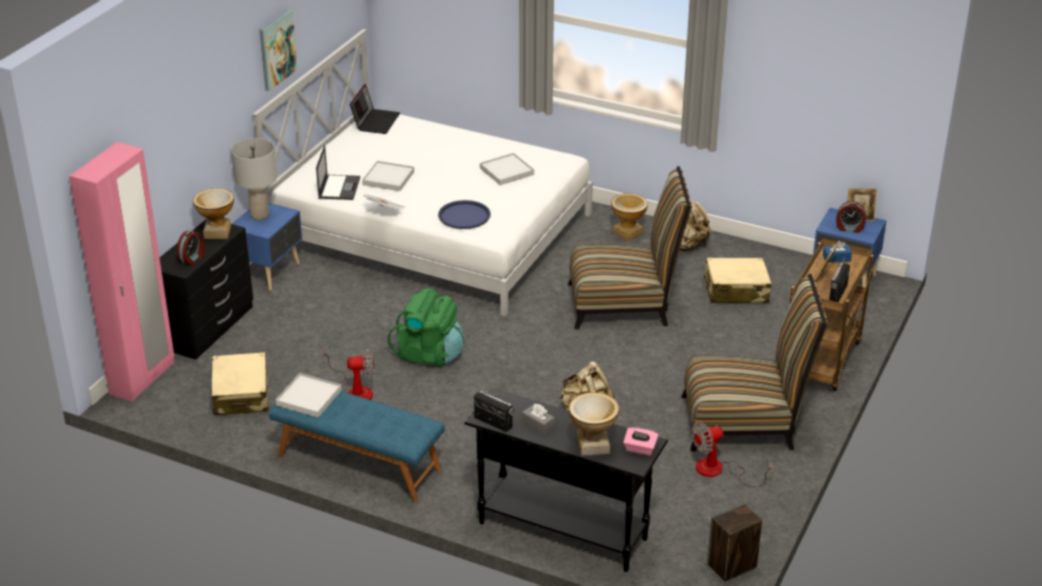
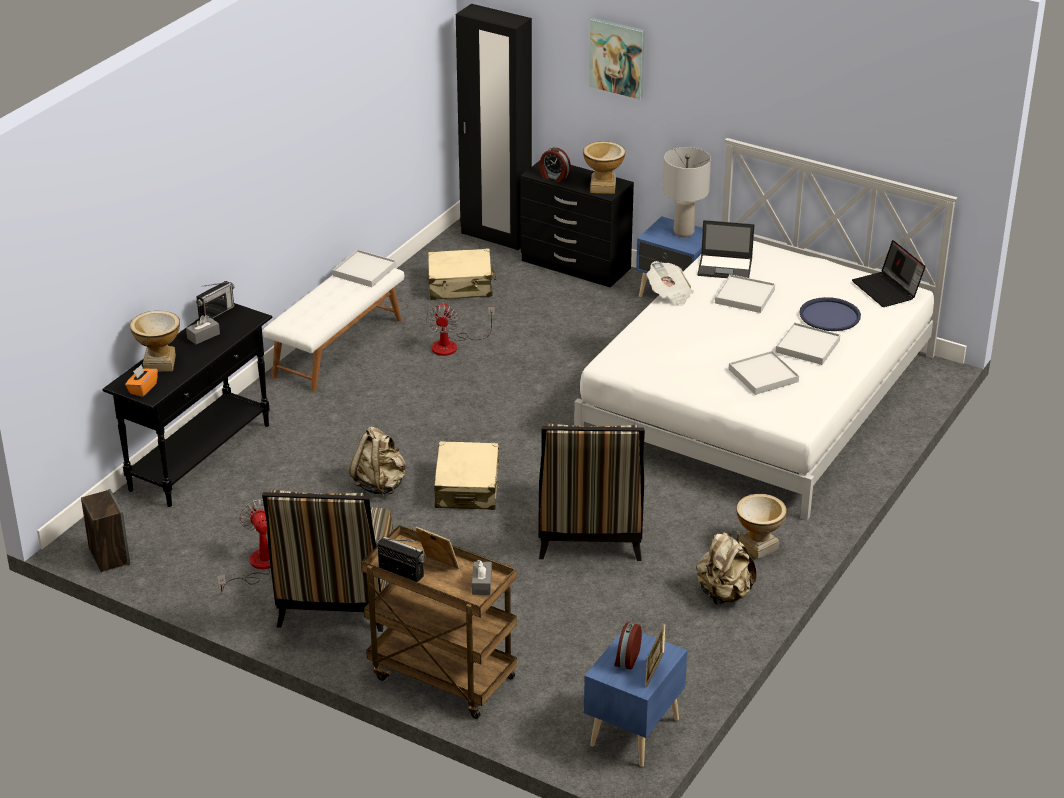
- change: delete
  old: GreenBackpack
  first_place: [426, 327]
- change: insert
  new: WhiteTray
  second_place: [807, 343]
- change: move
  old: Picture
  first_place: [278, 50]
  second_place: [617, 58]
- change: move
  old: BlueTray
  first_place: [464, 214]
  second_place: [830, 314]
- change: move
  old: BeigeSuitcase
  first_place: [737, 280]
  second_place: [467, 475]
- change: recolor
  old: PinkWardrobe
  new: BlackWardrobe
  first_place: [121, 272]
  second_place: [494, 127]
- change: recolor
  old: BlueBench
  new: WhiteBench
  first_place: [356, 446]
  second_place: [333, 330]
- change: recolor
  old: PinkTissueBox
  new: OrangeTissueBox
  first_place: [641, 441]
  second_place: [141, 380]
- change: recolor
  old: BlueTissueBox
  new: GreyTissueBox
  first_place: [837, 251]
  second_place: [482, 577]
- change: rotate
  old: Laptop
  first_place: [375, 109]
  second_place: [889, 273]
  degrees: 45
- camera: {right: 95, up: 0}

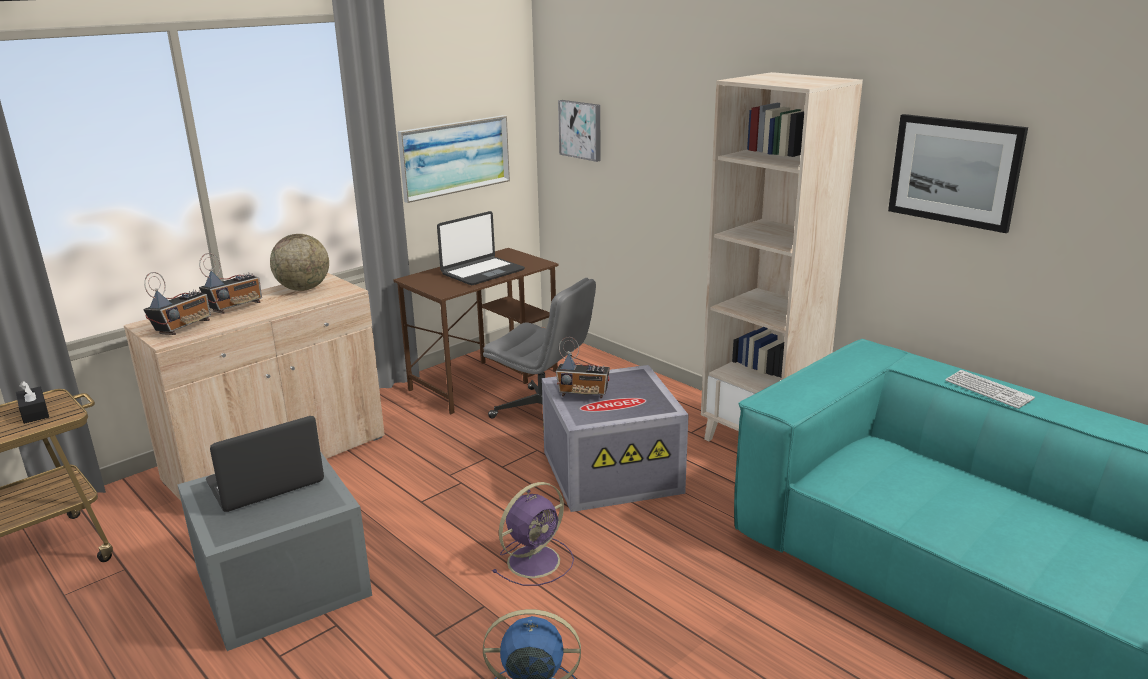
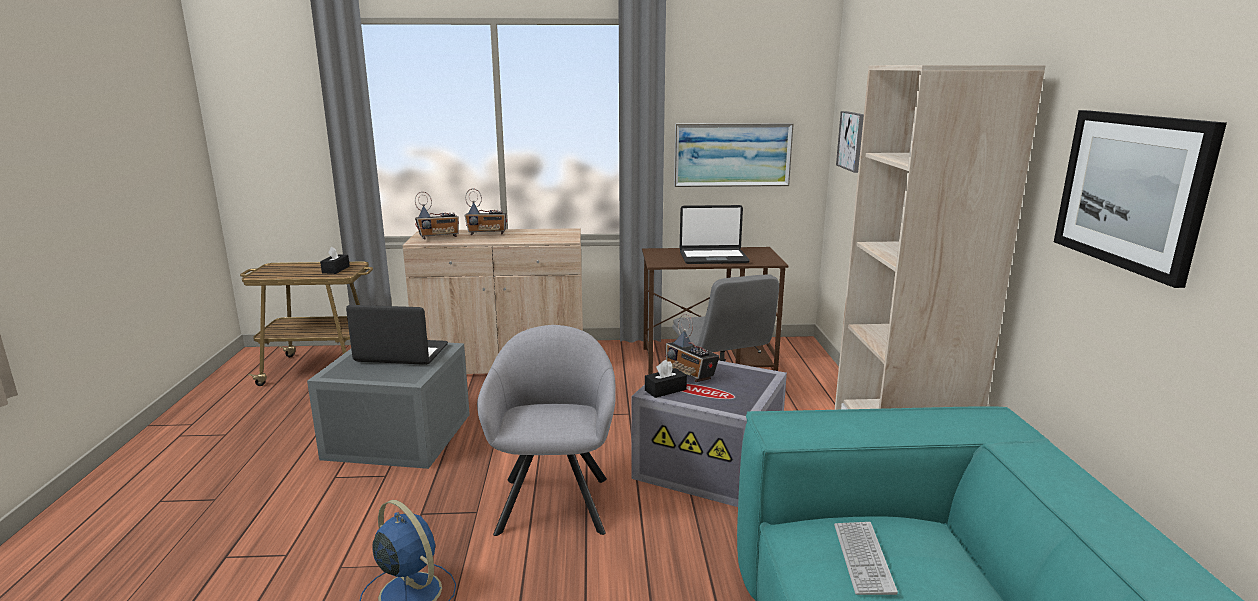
- change: delete
  old: Globe
  first_place: [299, 262]
- change: insert
  new: BlackTissueBox
  second_place: [666, 379]
- change: move
  old: Keyboard
  first_place: [990, 389]
  second_place: [866, 558]
- change: replace
  old: PurpleFan
  new: GreyArmchair
  first_place: [533, 534]
  second_place: [546, 430]
- camera: {right: 40, up: -5}

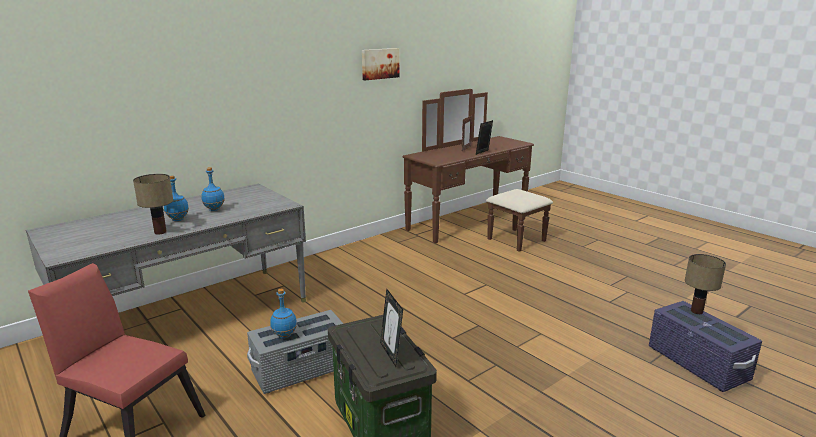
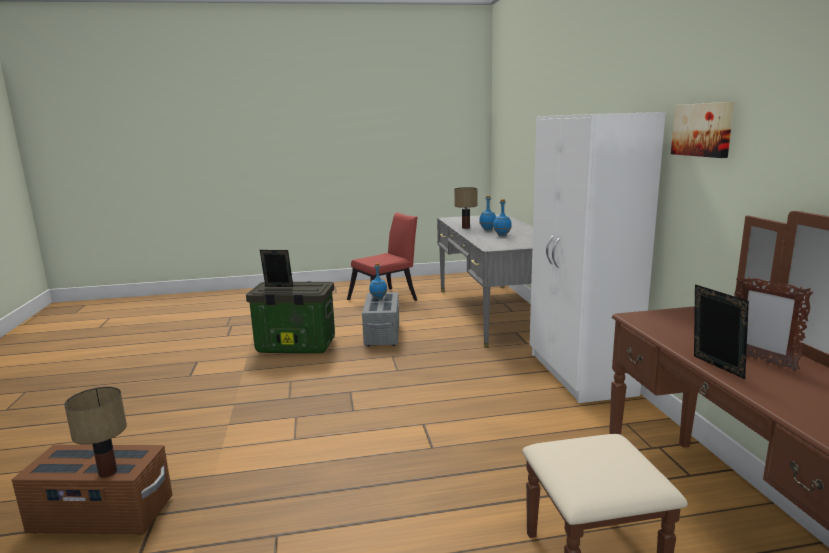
- change: insert
  new: WhiteWardrobe
  second_place: [598, 257]
- change: recolor
  old: PurpleStorageBox
  new: BrownStorageBox
  first_place: [705, 346]
  second_place: [92, 490]
- camera: {right: 120, up: -5}

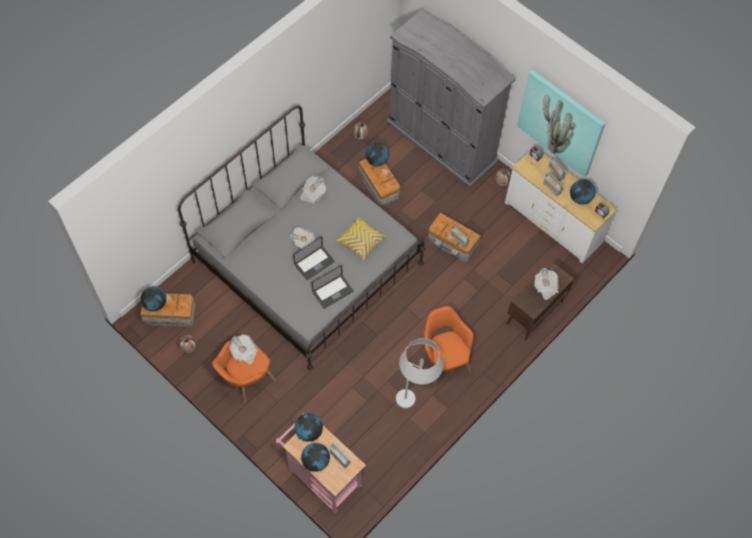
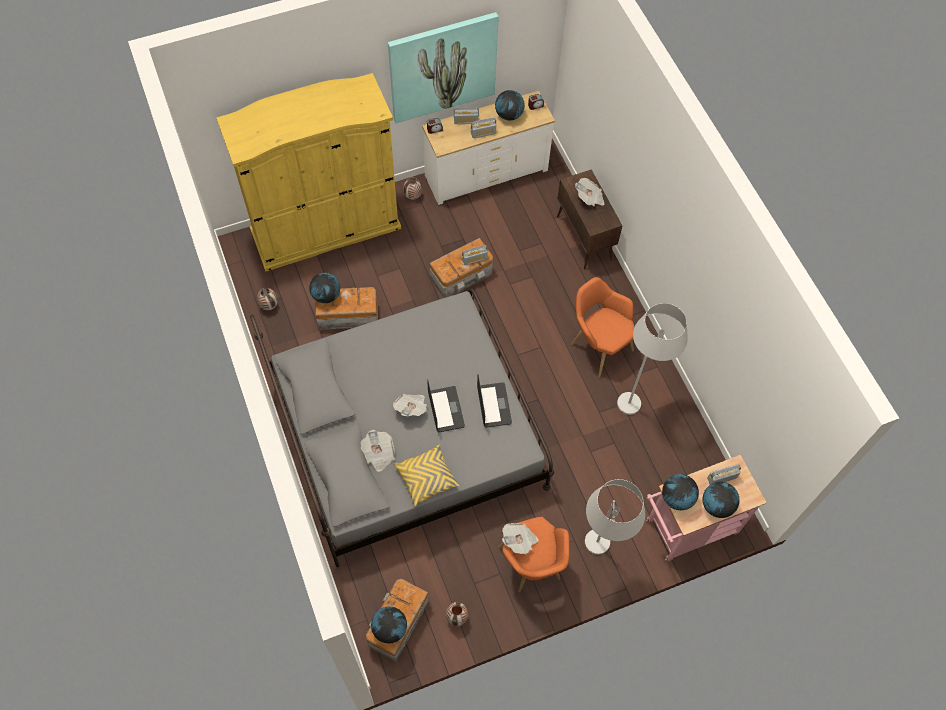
- change: insert
  new: WhiteFloorLamp
  second_place: [615, 517]
- change: move
  old: Newspaper
  first_place: [313, 190]
  second_place: [378, 451]
- change: move
  old: YellowPillow
  first_place: [362, 238]
  second_place: [427, 475]
- change: recolor
  old: GreyWardrobe
  new: YellowWardrobe
  first_place: [451, 98]
  second_place: [308, 172]
- change: rotate
  old: OrangeArmchair
  first_place: [448, 345]
  second_place: [602, 327]
  degrees: 45
- camera: {right: -65, up: 0}

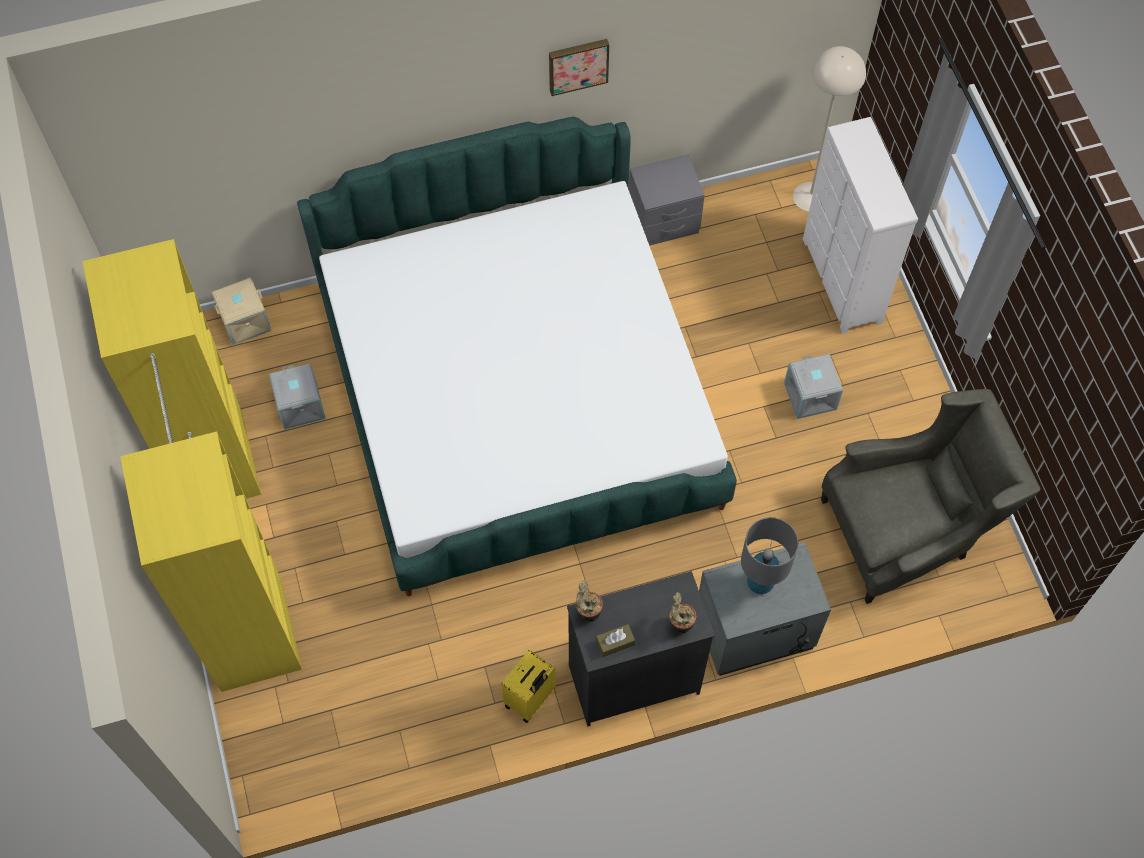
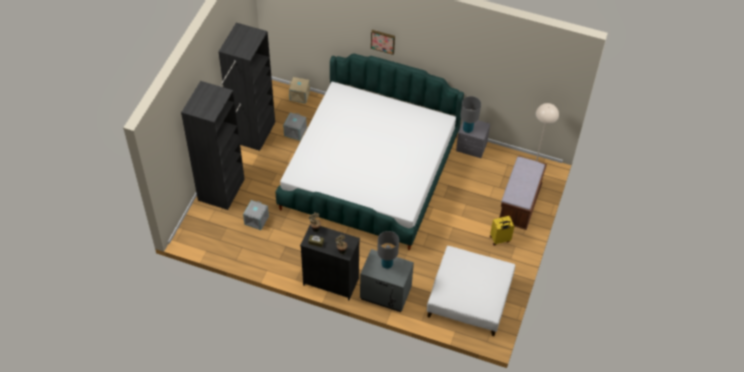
- change: insert
  new: GreyTableLamp
  second_place: [470, 114]
- change: move
  old: YellowSuitcase
  first_place: [528, 686]
  second_place: [502, 231]
- change: move
  old: Picture
  first_place: [579, 67]
  second_place: [383, 42]
- change: move
  old: GreyStorageBox
  first_place: [813, 386]
  second_place: [256, 215]
- change: replace
  old: WhiteDresser
  new: BrownBench
  first_place: [860, 225]
  second_place: [523, 193]
- change: replace
  old: GreyArmchair
  new: WhiteOttoman
  first_place: [931, 496]
  second_place: [471, 291]
- change: recolor
  old: YellowWardrobe
  new: BlackWardrobe
  first_place: [192, 465]
  second_place: [228, 116]
- camera: {right: 35, up: -10}

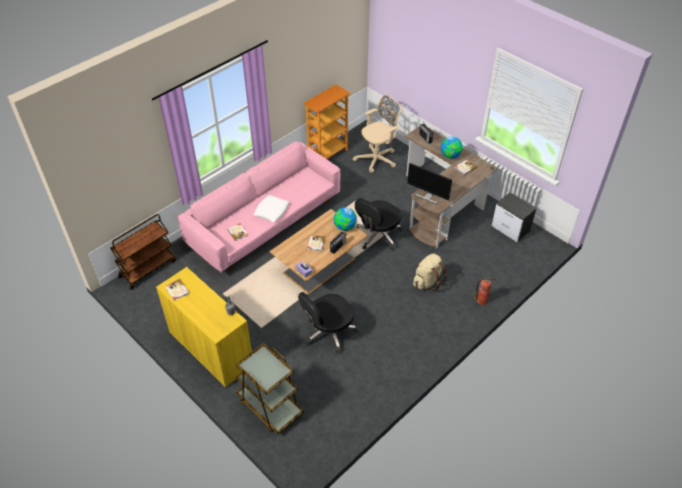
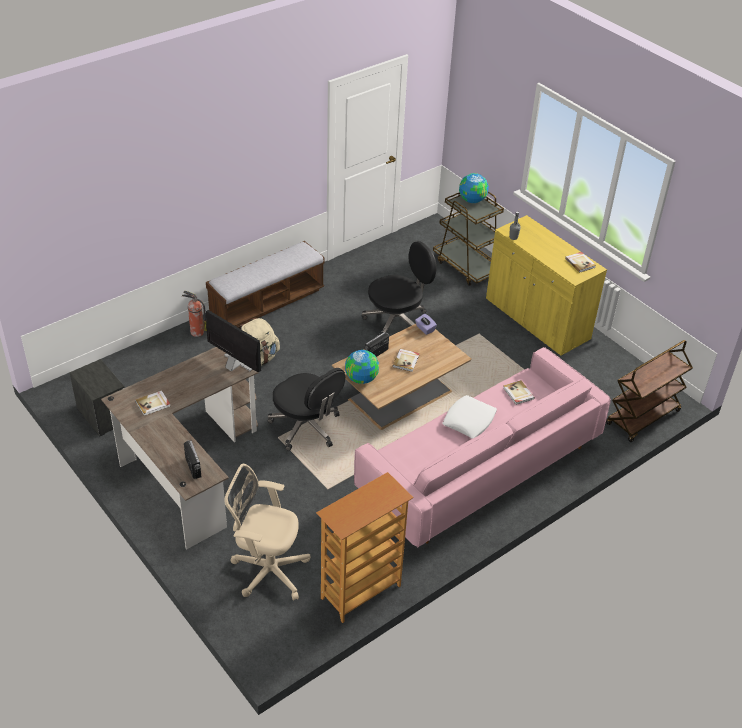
- change: insert
  new: Bench
  second_place: [265, 284]
- change: move
  old: Globe
  first_place: [451, 147]
  second_place: [474, 188]
- change: rotate
  old: BeigeOfficeChair
  first_place: [377, 133]
  second_place: [267, 532]
  degrees: 45
- change: rotate
  old: BlackOfficeChair
  first_place: [379, 224]
  second_place: [307, 409]
  degrees: 90
- camera: {right: -175, up: -5}

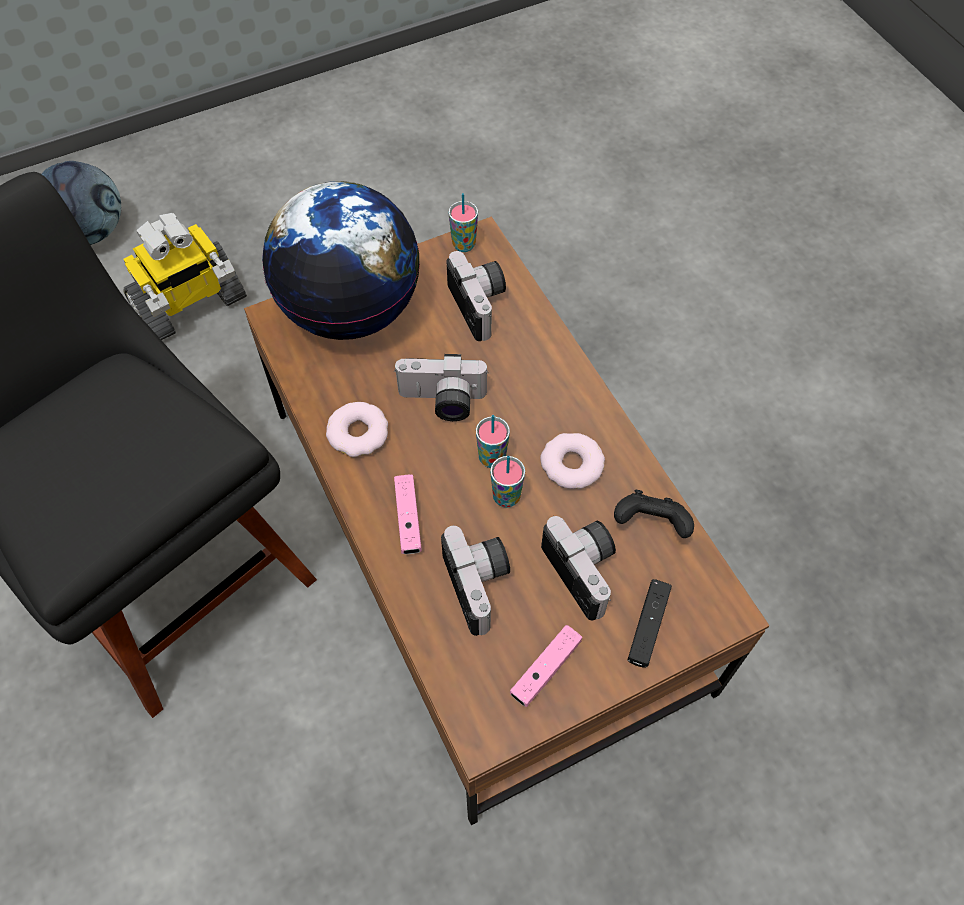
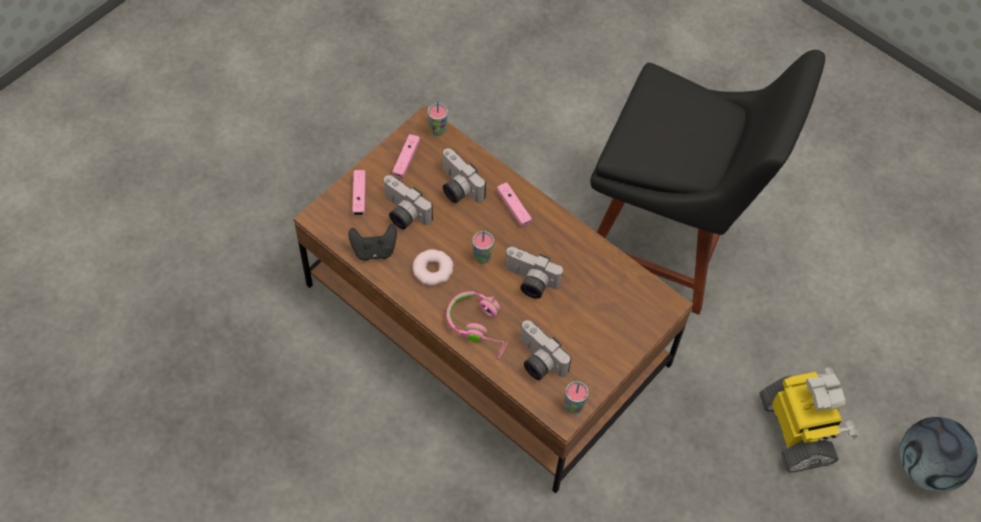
- change: delete
  old: Globe
  first_place: [341, 260]
- change: delete
  old: Donut
  first_place: [357, 429]
- change: insert
  new: PinkHeadphones
  second_place: [477, 324]
- change: move
  old: Cup
  first_place: [507, 482]
  second_place: [438, 118]
- change: recolor
  old: BlackGameController
  new: PinkGameController
  first_place: [649, 623]
  second_place: [359, 192]
- change: rotate
  old: ToyRobot
  first_place: [185, 276]
  second_place: [809, 420]
  degrees: 135
- change: rotate
  old: PhotoCamera
  first_place: [441, 387]
  second_place: [534, 273]
  degrees: -135
- camera: {right: 155, up: 0}

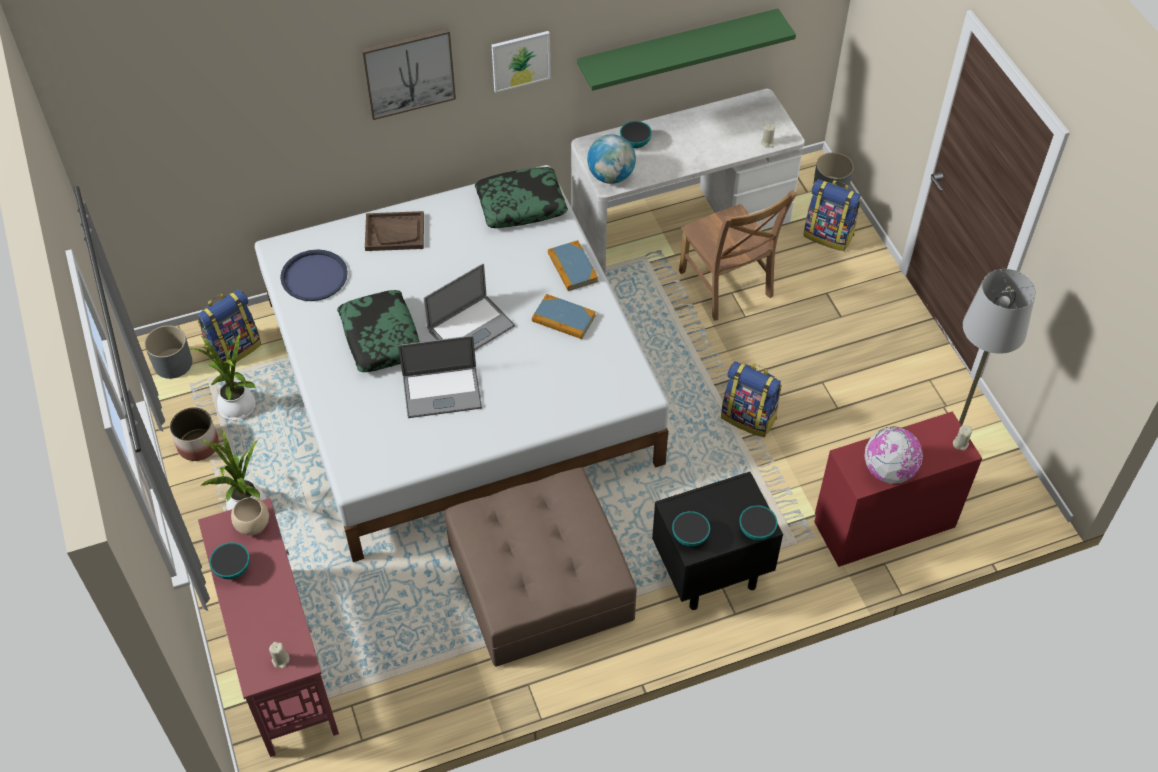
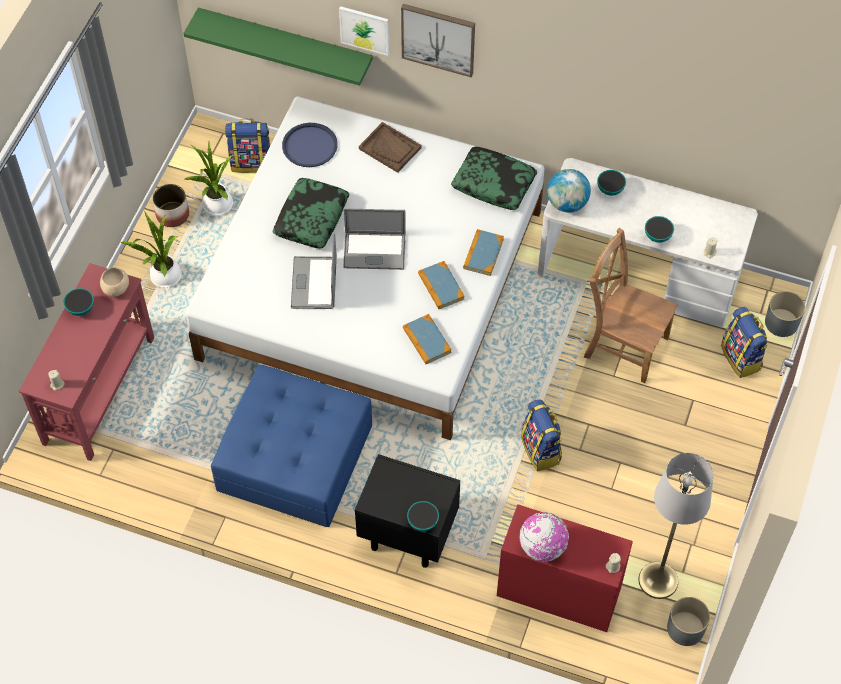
- change: insert
  new: Book
  second_place: [427, 339]
- change: move
  old: GreyPlanter
  first_place: [168, 352]
  second_place: [688, 621]
- change: move
  old: Picture
  first_place: [521, 62]
  second_place: [364, 31]
- change: move
  old: GreenShelf
  first_place: [686, 50]
  second_place: [278, 46]
- change: move
  old: Bowl
  first_place: [691, 529]
  second_place: [659, 229]
- change: recolor
  old: BrownOttoman
  new: BlueOttoman
  first_place: [540, 567]
  second_place: [291, 445]
- change: rotate
  old: Laptop
  first_place: [440, 376]
  second_place: [314, 271]
  degrees: 60
- change: rotate
  old: BrownChair
  first_place: [738, 255]
  second_place: [631, 305]
  degrees: 105
- camera: {right: 40, up: 5}

